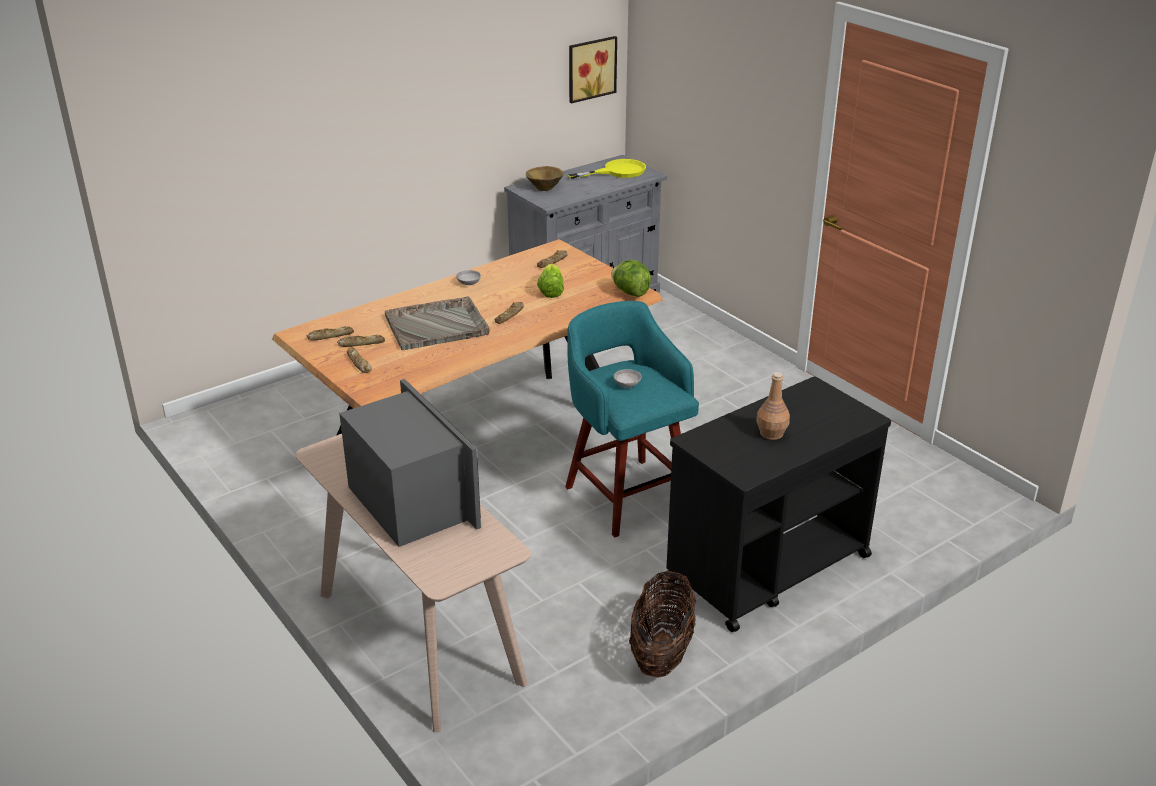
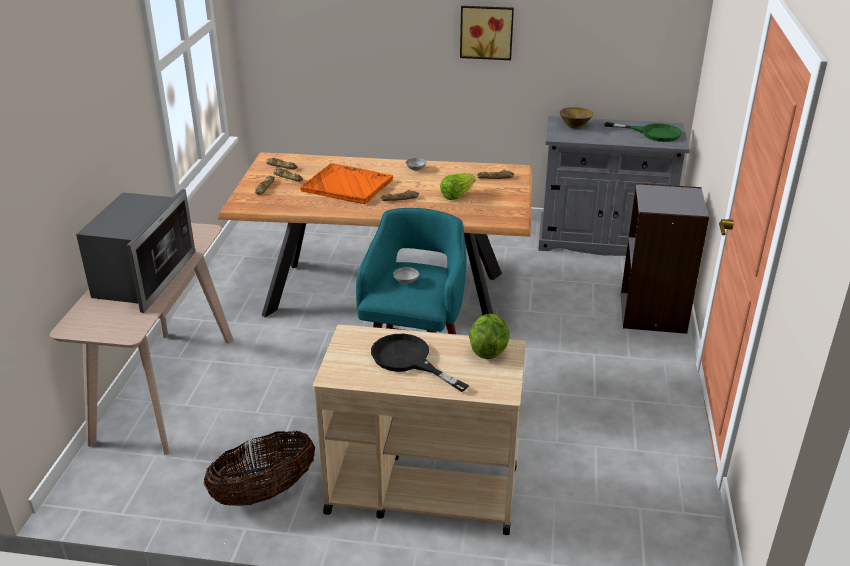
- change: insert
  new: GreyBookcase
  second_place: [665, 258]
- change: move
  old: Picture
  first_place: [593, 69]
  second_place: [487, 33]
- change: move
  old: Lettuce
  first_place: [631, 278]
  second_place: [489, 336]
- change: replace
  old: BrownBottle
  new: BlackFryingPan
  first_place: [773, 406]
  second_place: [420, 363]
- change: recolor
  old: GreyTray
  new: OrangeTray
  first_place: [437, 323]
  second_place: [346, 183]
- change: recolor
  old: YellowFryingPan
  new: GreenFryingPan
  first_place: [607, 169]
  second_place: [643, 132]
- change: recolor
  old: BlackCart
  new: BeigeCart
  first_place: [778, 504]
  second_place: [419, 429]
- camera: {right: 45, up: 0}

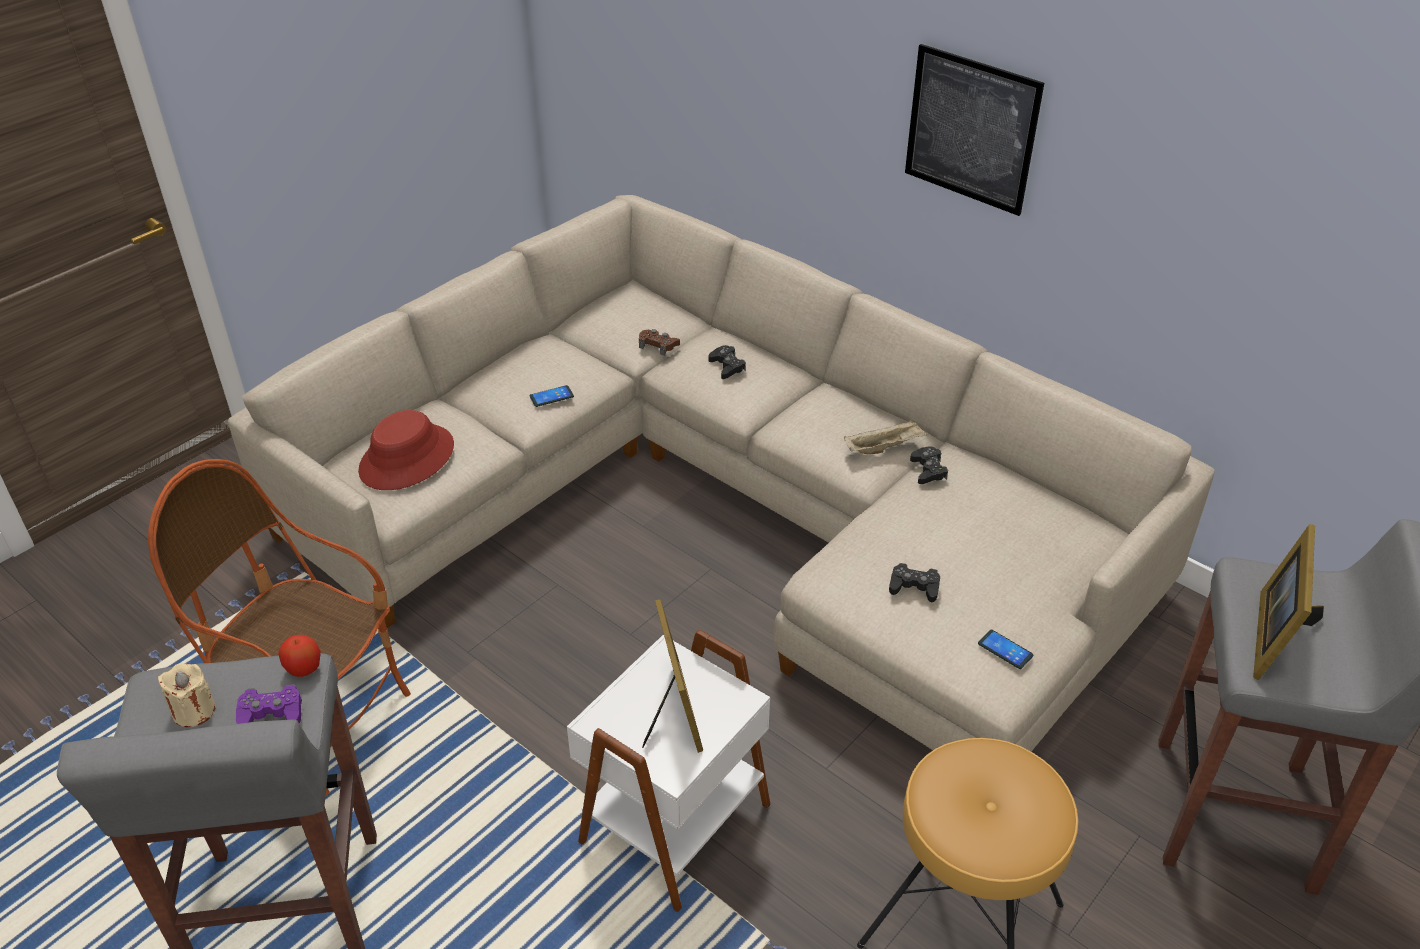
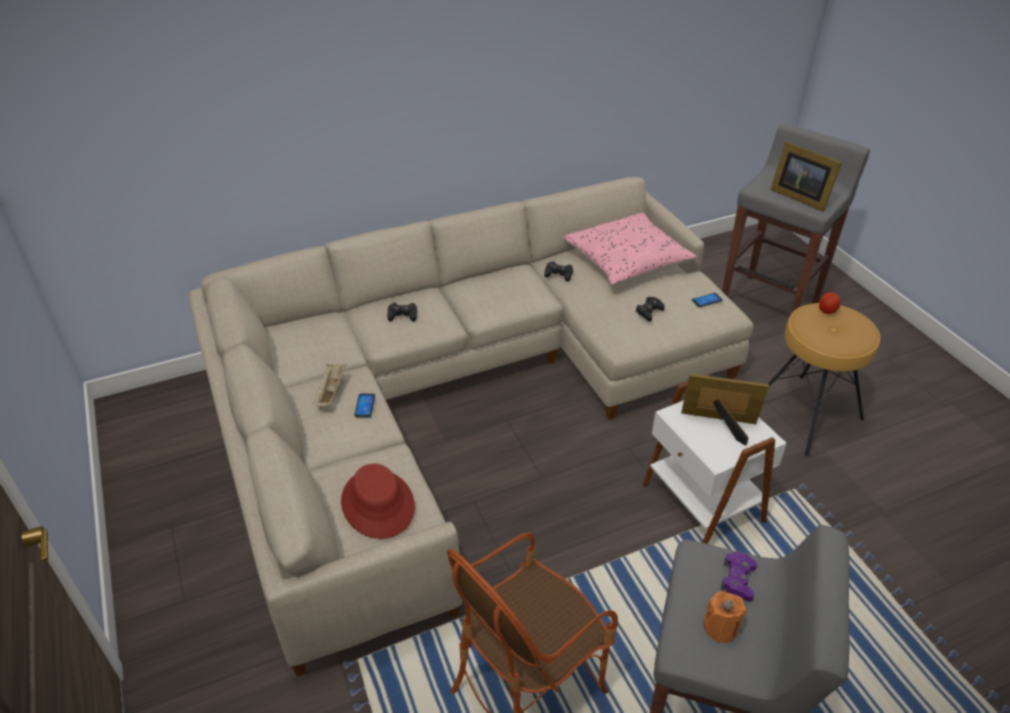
- change: delete
  old: BrownGameController
  first_place: [659, 342]
- change: delete
  old: Picture
  first_place: [974, 130]
- change: insert
  new: PinkPillow
  second_place: [630, 249]
- change: move
  old: Apple
  first_place: [299, 656]
  second_place: [829, 303]
- change: move
  old: BeigeTray
  first_place: [885, 436]
  second_place: [330, 385]
- change: recolor
  old: BeigeCandle
  new: OrangeCandle
  first_place: [187, 695]
  second_place: [724, 617]
- camera: {right: -65, up: 0}

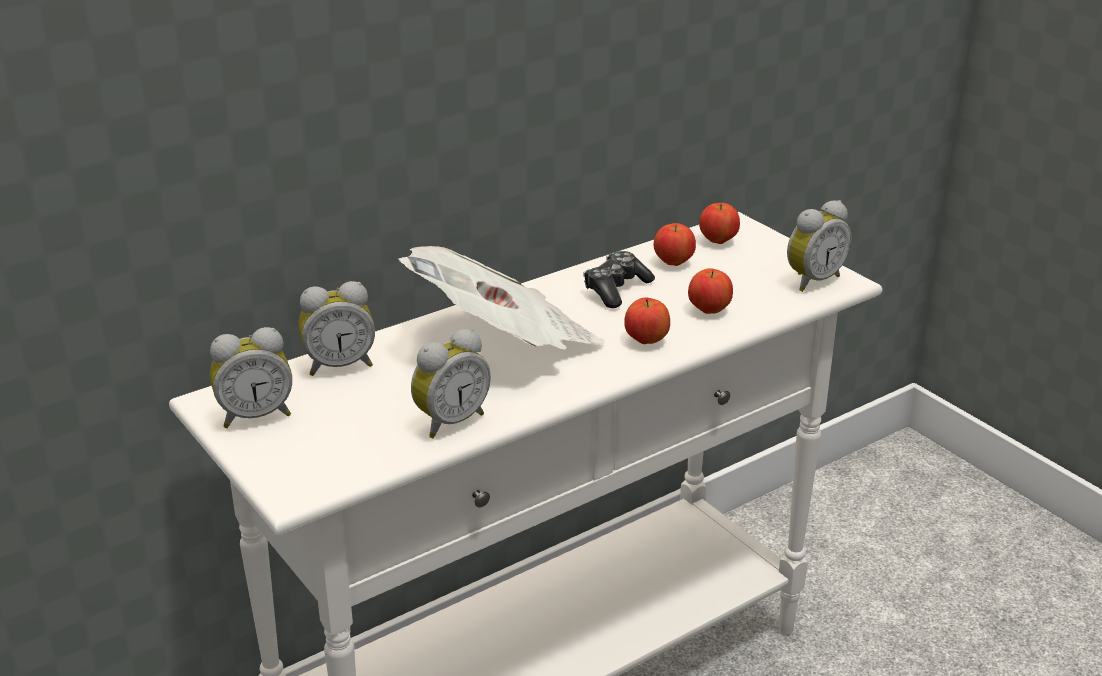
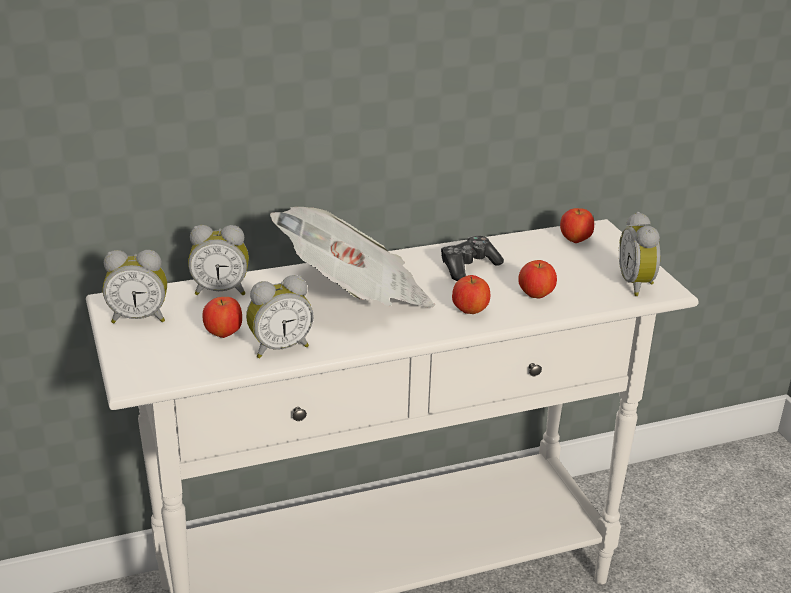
- change: move
  old: Apple
  first_place: [675, 244]
  second_place: [222, 317]
- change: rotate
  old: AlarmClock
  first_place: [819, 246]
  second_place: [639, 254]
  degrees: 105
- camera: {right: 15, up: 0}

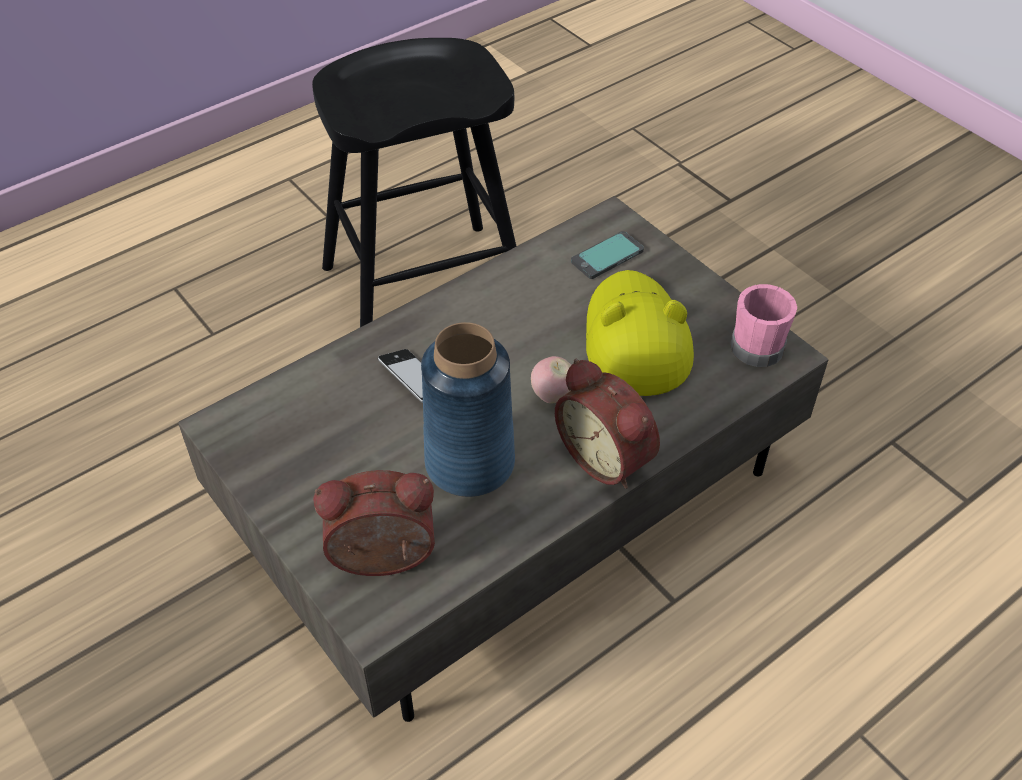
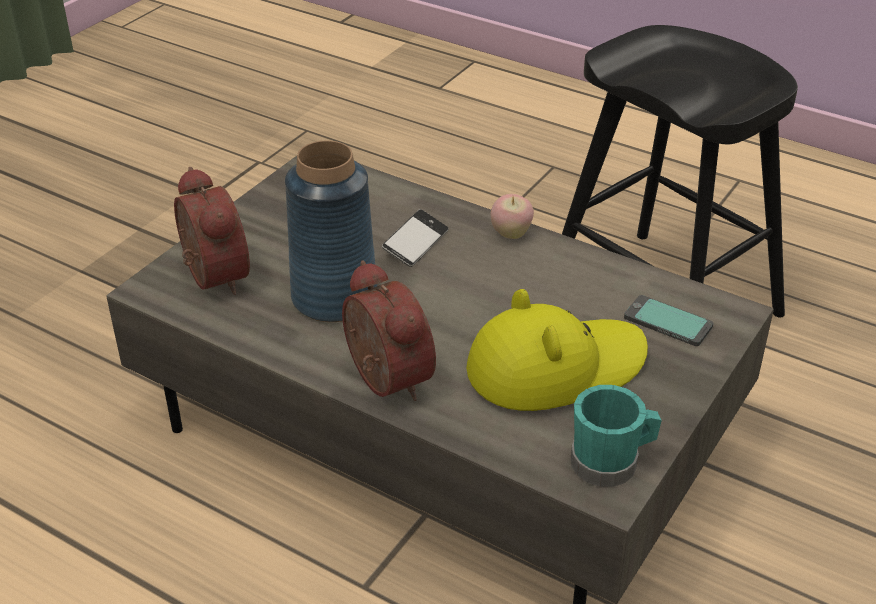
- change: move
  old: Apple
  first_place: [551, 379]
  second_place: [512, 216]
- change: recolor
  old: PinkMug
  new: TurquoiseMug
  first_place: [763, 325]
  second_place: [616, 436]
- change: rotate
  old: AlarmClock
  first_place: [607, 424]
  second_place: [389, 330]
  degrees: 120
- camera: {right: 70, up: -10}

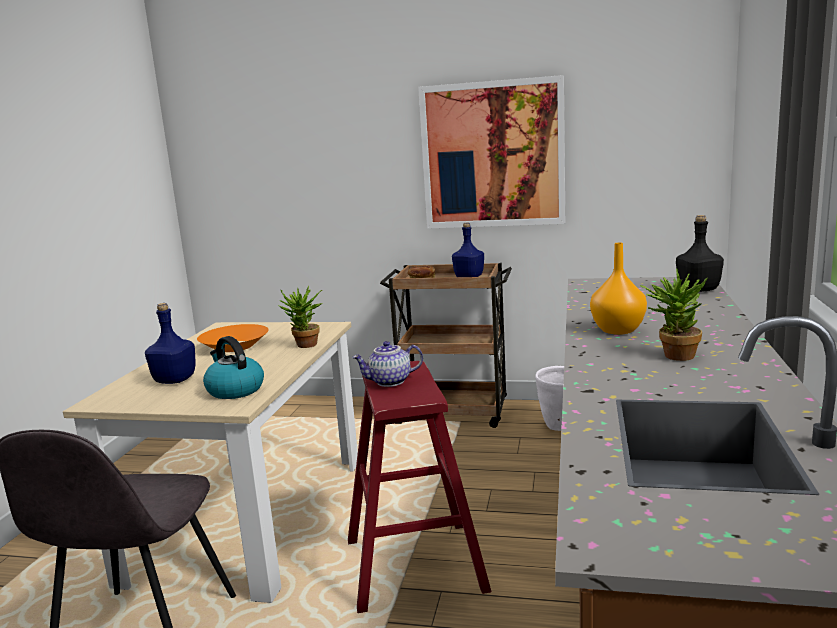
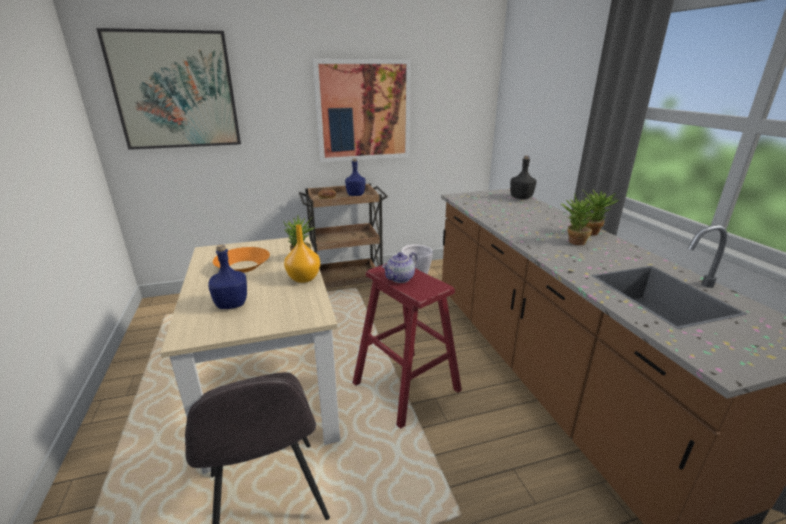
- change: delete
  old: Kettle
  first_place: [233, 367]
- change: insert
  new: Picture
  second_place: [168, 89]
- change: insert
  new: PottedPlant
  second_place: [600, 213]
- change: move
  old: OrangeVase
  first_place: [618, 289]
  second_place: [302, 254]
- camera: {right: -30, up: 10}

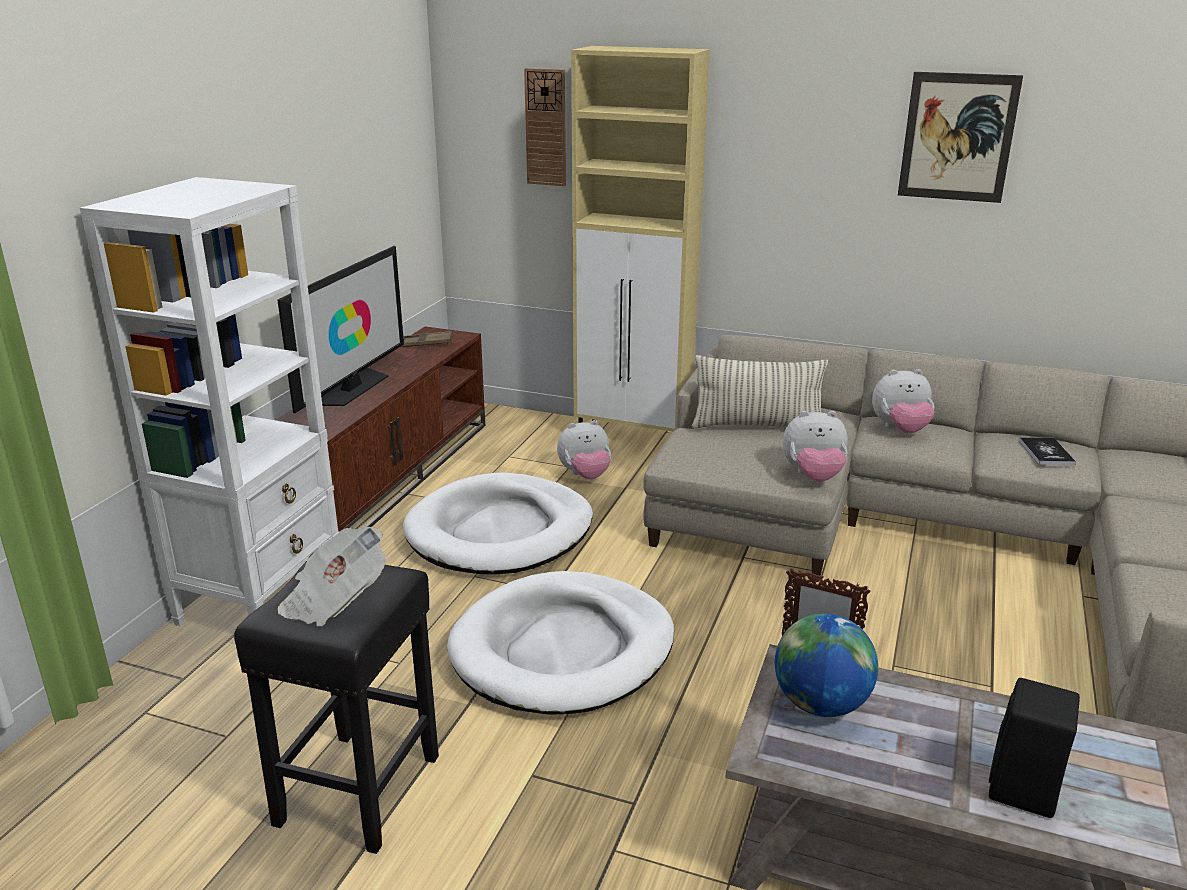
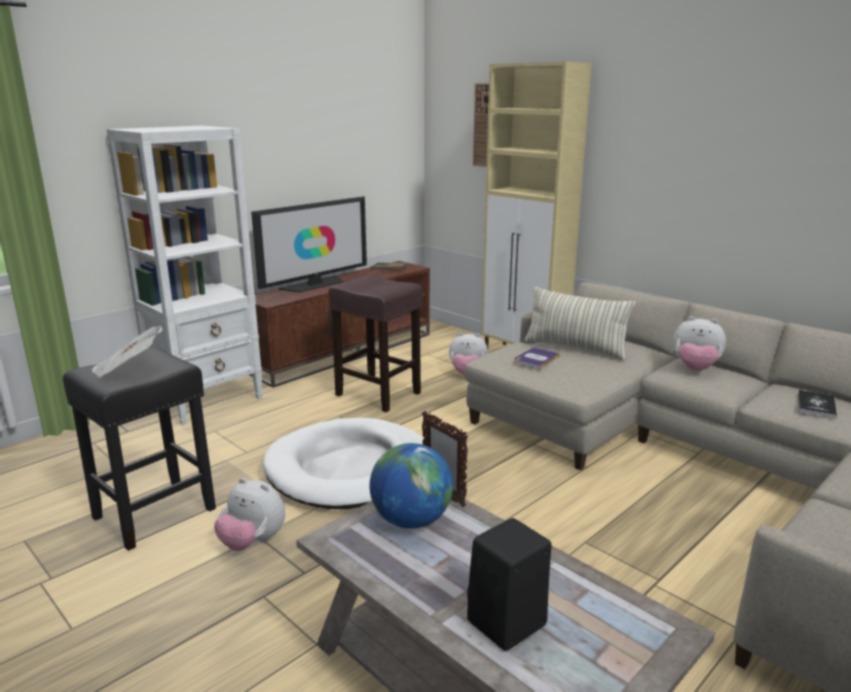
- change: delete
  old: Picture
  first_place: [960, 137]
- change: insert
  new: Book
  second_place: [537, 358]
- change: move
  old: PlushToy
  first_place: [815, 446]
  second_place: [249, 514]
- change: replace
  old: WhiteDogBed
  new: BrownStool
  first_place: [498, 523]
  second_place: [375, 343]
- camera: {right: 25, up: -5}

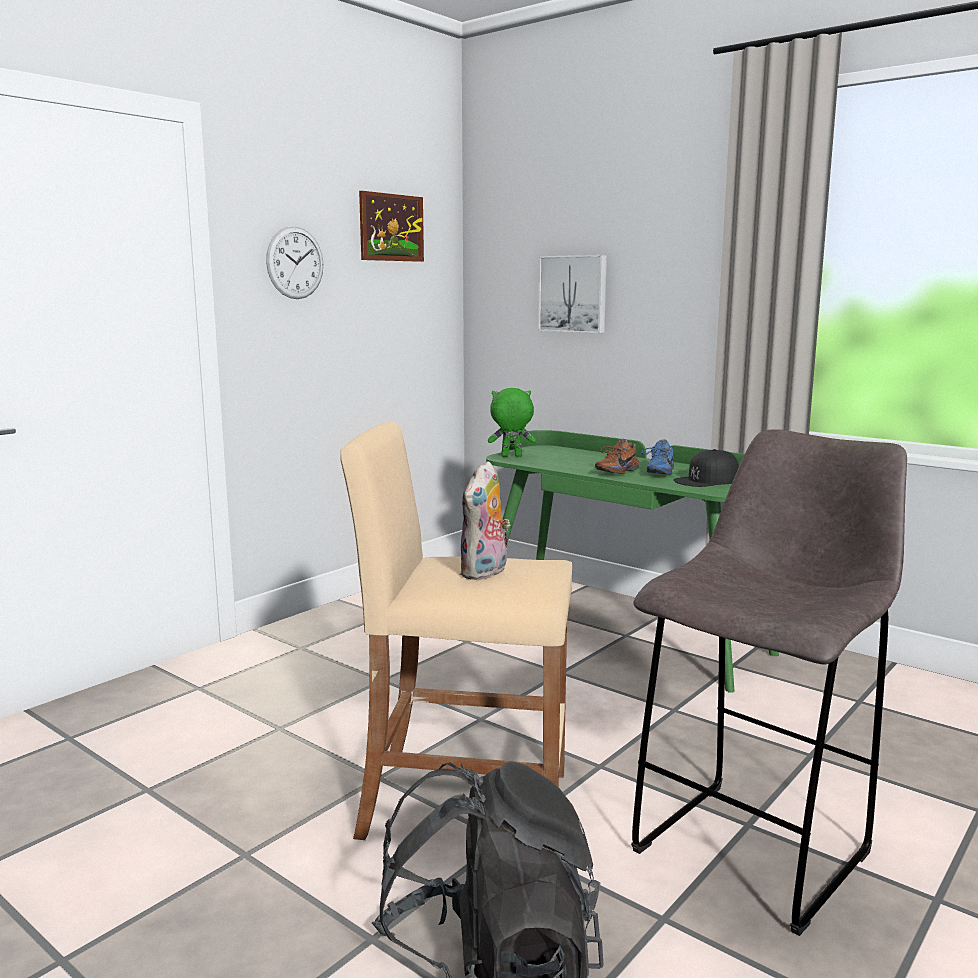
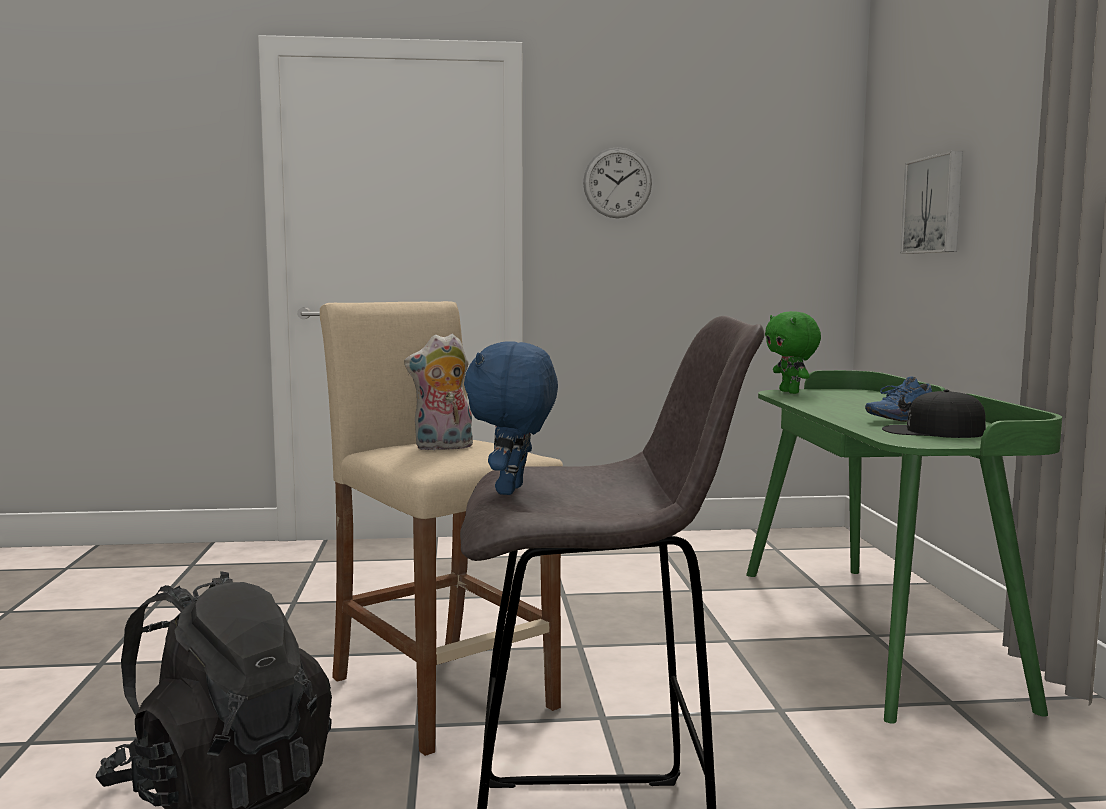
- change: delete
  old: Picture
  first_place: [391, 226]
- change: delete
  old: BrownShoe
  first_place: [617, 456]
- change: insert
  new: BluePlushToy
  second_place: [511, 418]
- change: rotate
  old: GreenPlushToy
  first_place: [512, 422]
  second_place: [793, 352]
  degrees: -150
- camera: {right: 45, up: -5}

